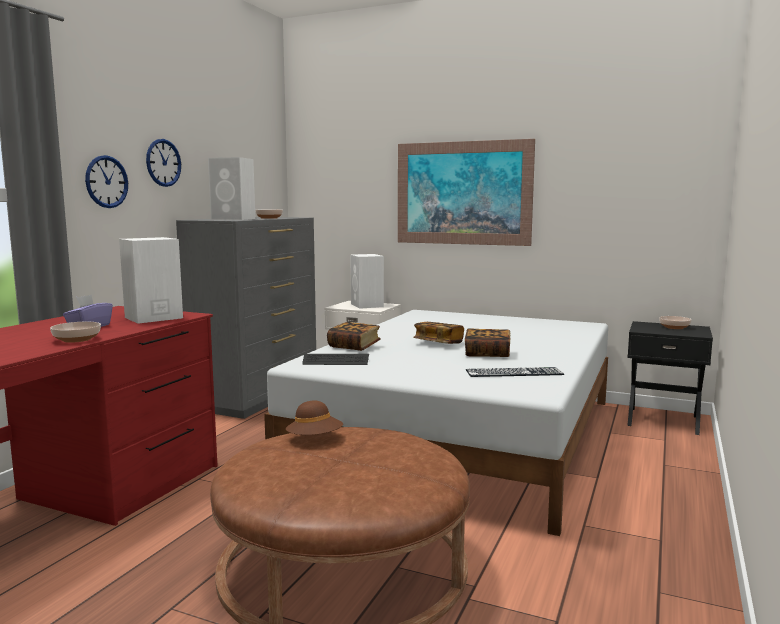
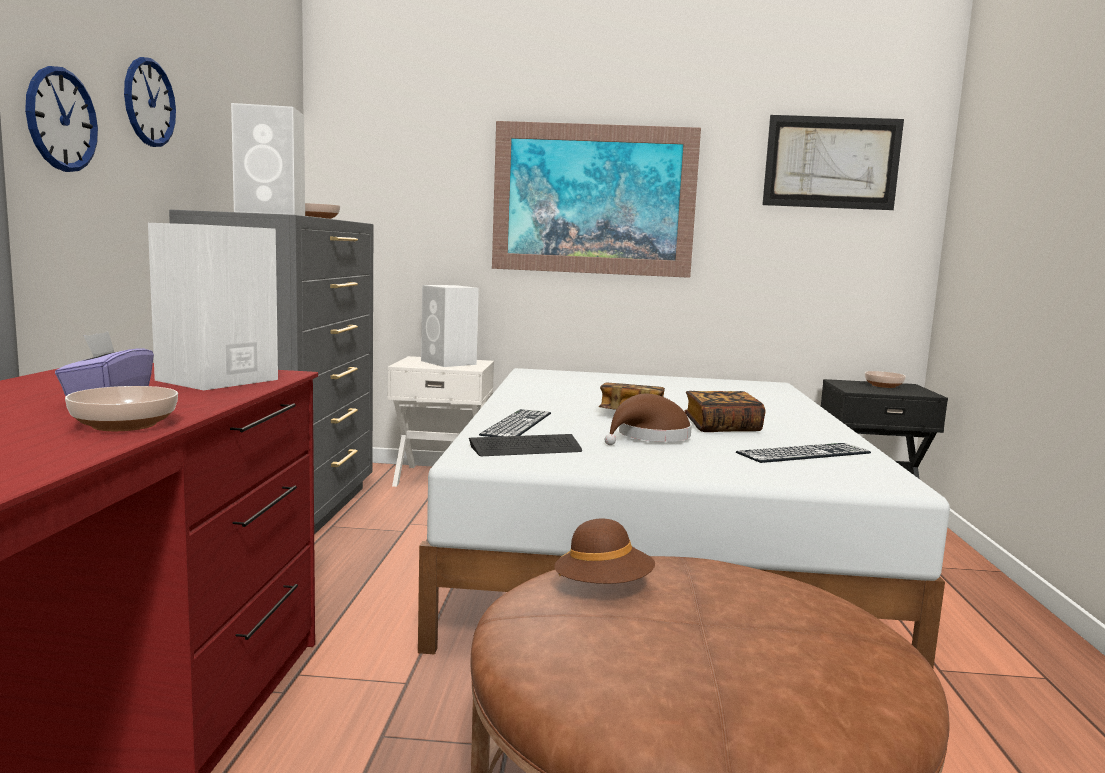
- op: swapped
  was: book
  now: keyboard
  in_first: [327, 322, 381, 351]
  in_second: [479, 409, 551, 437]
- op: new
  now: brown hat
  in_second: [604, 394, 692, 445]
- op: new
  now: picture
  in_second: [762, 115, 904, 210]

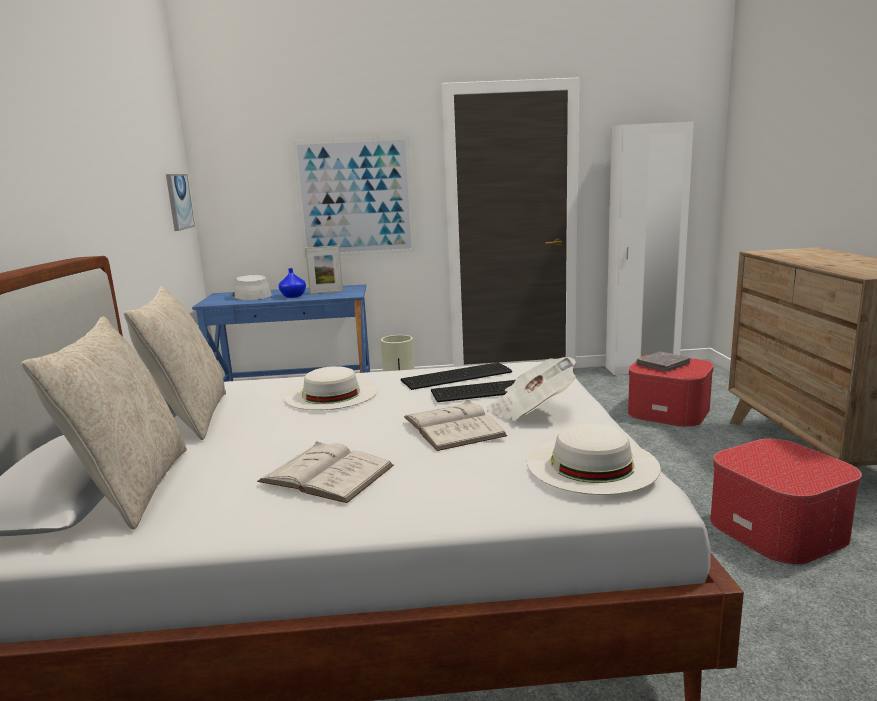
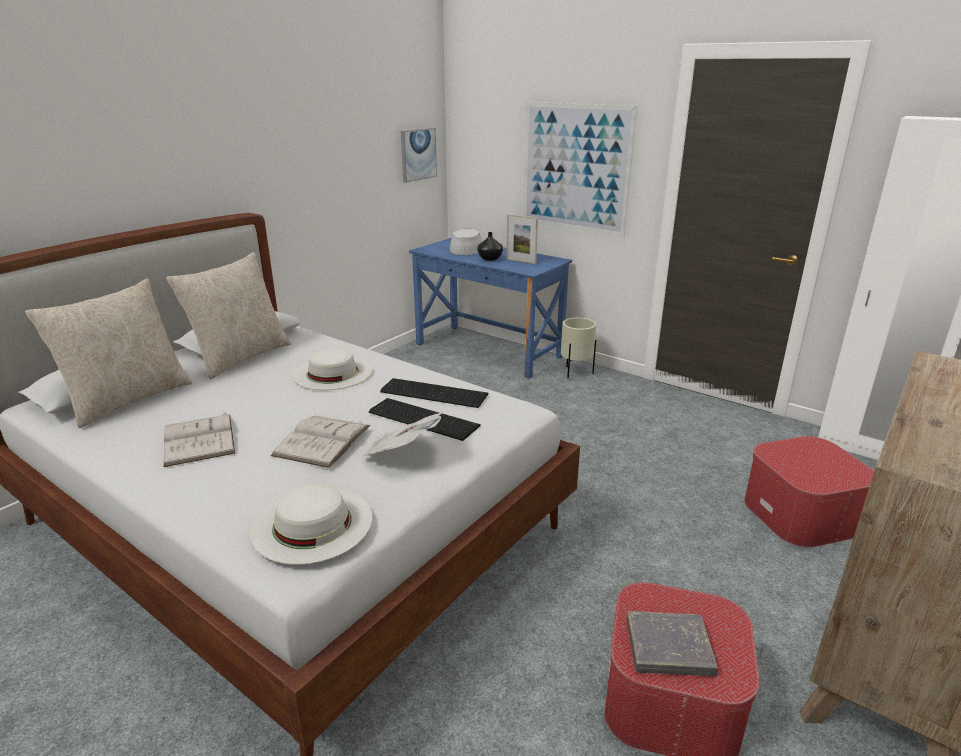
- op: repainted
  was: blue vase
  now: black vase
  in_first: [279, 268, 306, 298]
  in_second: [477, 232, 503, 261]
- op: shifted
  was: grey book
  in_first: [636, 351, 690, 372]
  in_second: [626, 611, 718, 676]

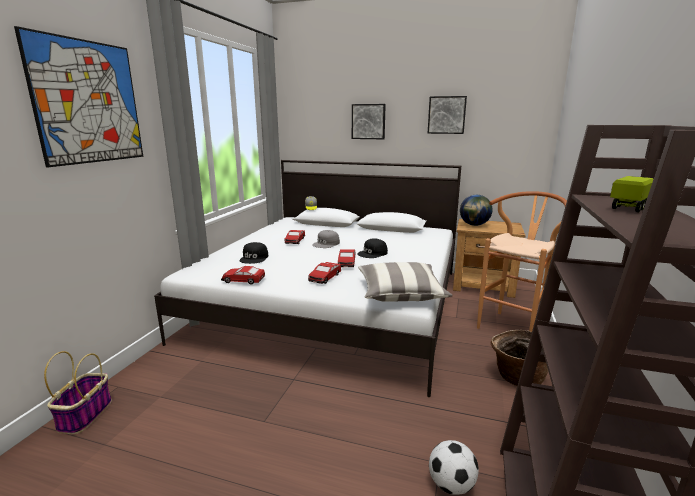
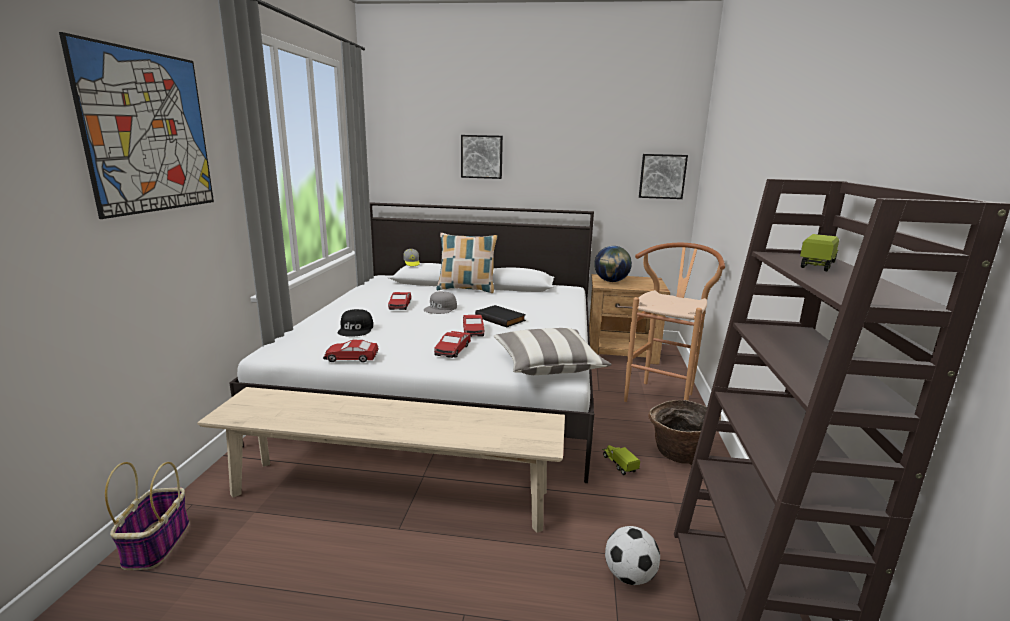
- op: swapped
  was: black cap
  now: black book
  in_first: [357, 239, 388, 258]
  in_second: [475, 305, 526, 327]
- op: shifted
  was: picture
  in_first: [427, 96, 467, 134]
  in_second: [639, 154, 688, 199]
- op: new
  now: beige bench
  in_second: [197, 387, 565, 533]
- op: new
  now: pillow
  in_second: [436, 233, 498, 293]
- op: new
  now: toy truck
  in_second: [602, 445, 640, 475]

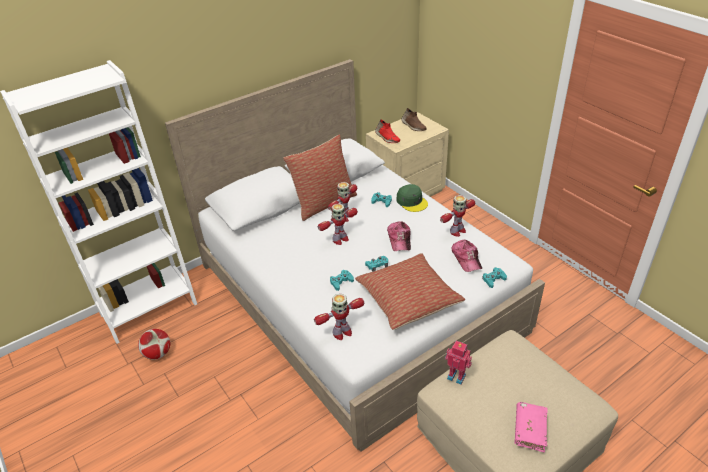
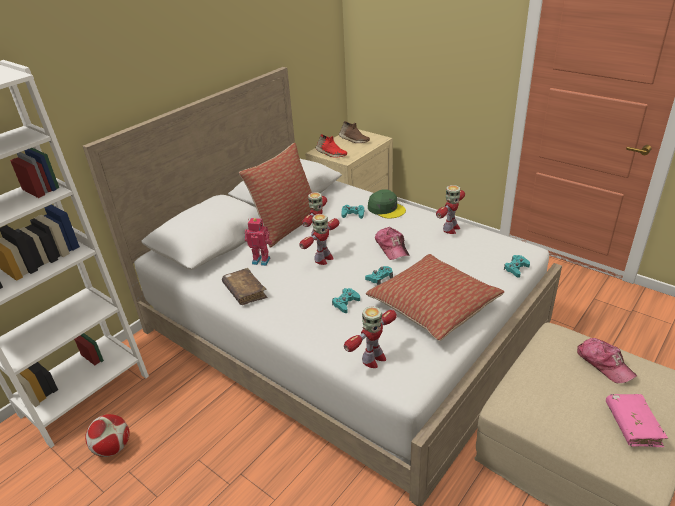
- op: shifted
  was: toy robot
  in_first: [445, 341, 472, 385]
  in_second: [244, 218, 272, 266]
- op: shifted
  was: cap
  in_first: [452, 240, 482, 272]
  in_second: [577, 338, 637, 383]
- op: new
  now: brown book
  in_second: [222, 268, 267, 305]

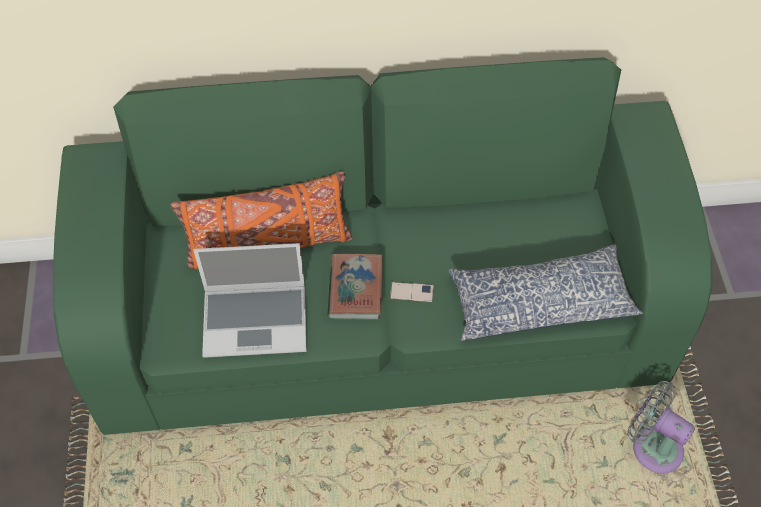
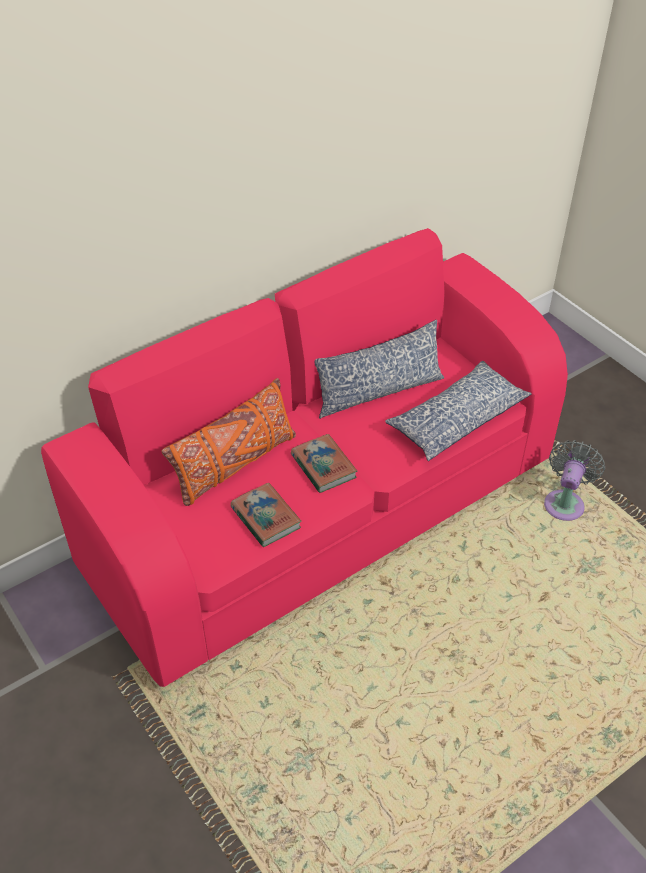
- op: repainted
  was: green sofa
  now: pink sofa
  in_first: [53, 57, 712, 435]
  in_second: [41, 228, 568, 687]
- op: swapped
  was: laptop
  now: book
  in_first: [193, 243, 306, 358]
  in_second: [230, 483, 302, 547]
- op: gone
  was: phone
  in_first: [390, 282, 434, 302]
- op: rotated
  was: grey fan
  in_first: [627, 381, 695, 473]
  in_second: [544, 440, 605, 521]
  clockwise: 105
- op: new
  now: pillow
  in_second: [314, 320, 445, 419]

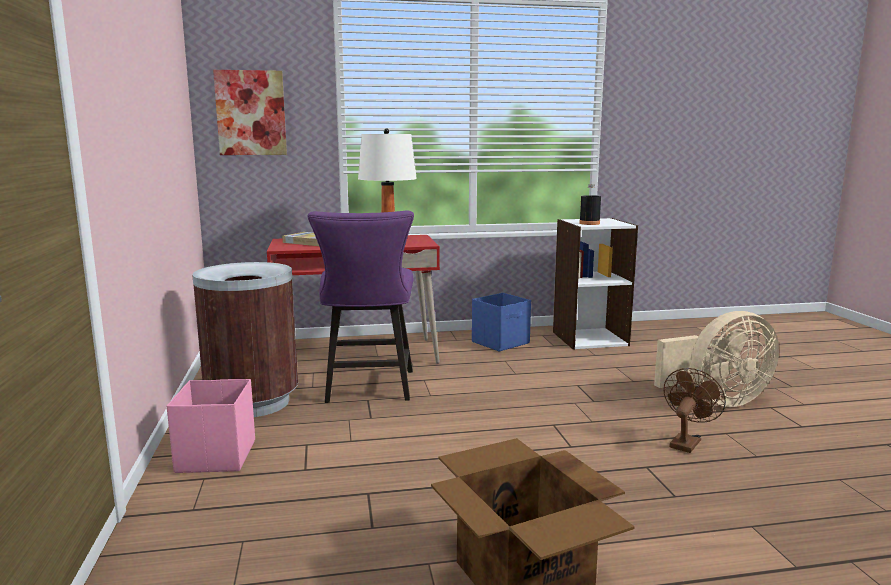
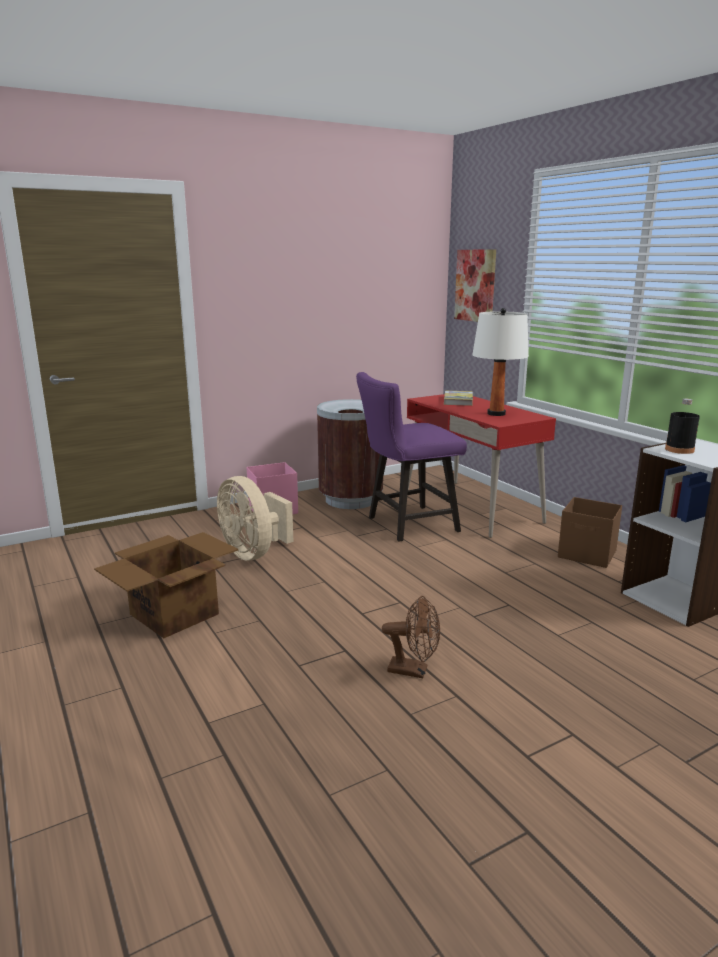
- op: repainted
  was: blue storage box
  now: brown storage box
  in_first: [472, 293, 531, 352]
  in_second: [558, 497, 622, 568]
- op: shifted
  was: beige fan
  in_first: [654, 311, 779, 407]
  in_second: [217, 476, 293, 561]

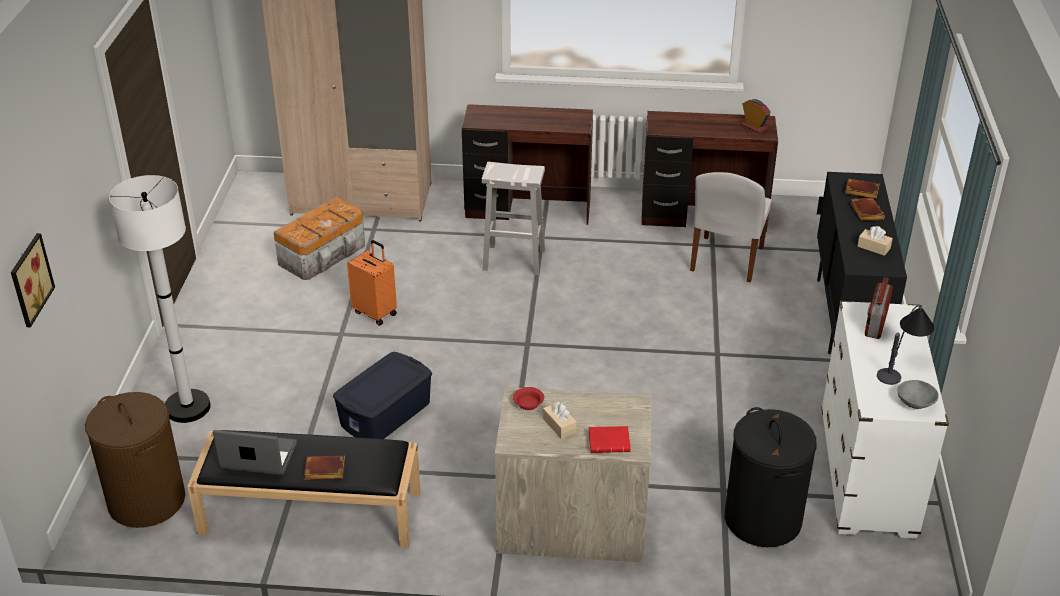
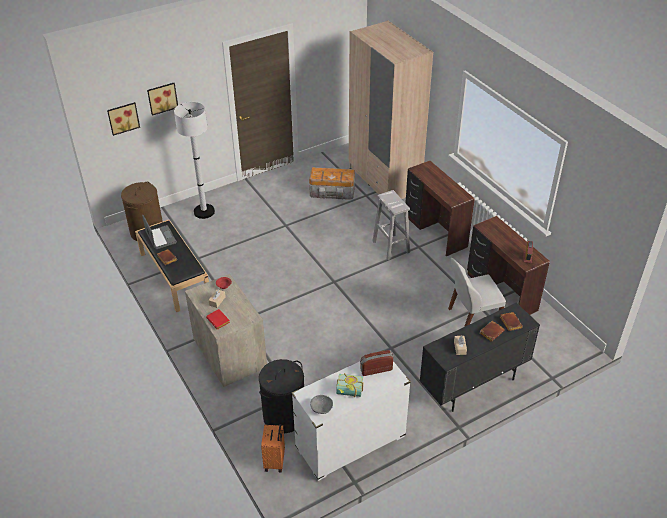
- op: gone
  was: blue storage box
  in_first: [333, 352, 432, 439]
- op: shifted
  was: orange suitcase
  in_first: [347, 240, 397, 326]
  in_second: [261, 424, 285, 473]
- op: swapped
  was: table lamp
  now: book
  in_first: [877, 305, 934, 385]
  in_second: [336, 373, 363, 397]
- op: new
  now: picture
  in_second: [147, 83, 178, 116]

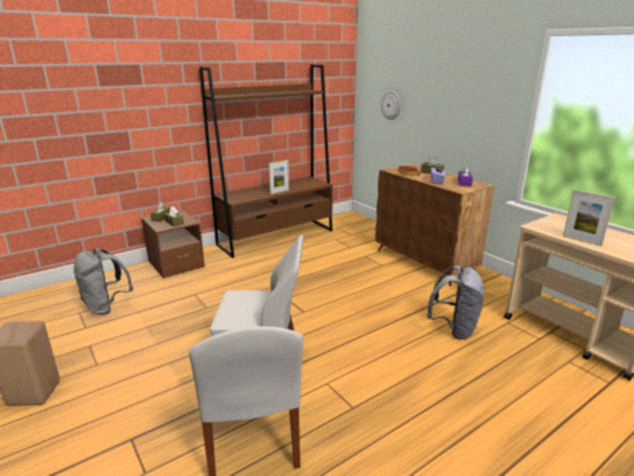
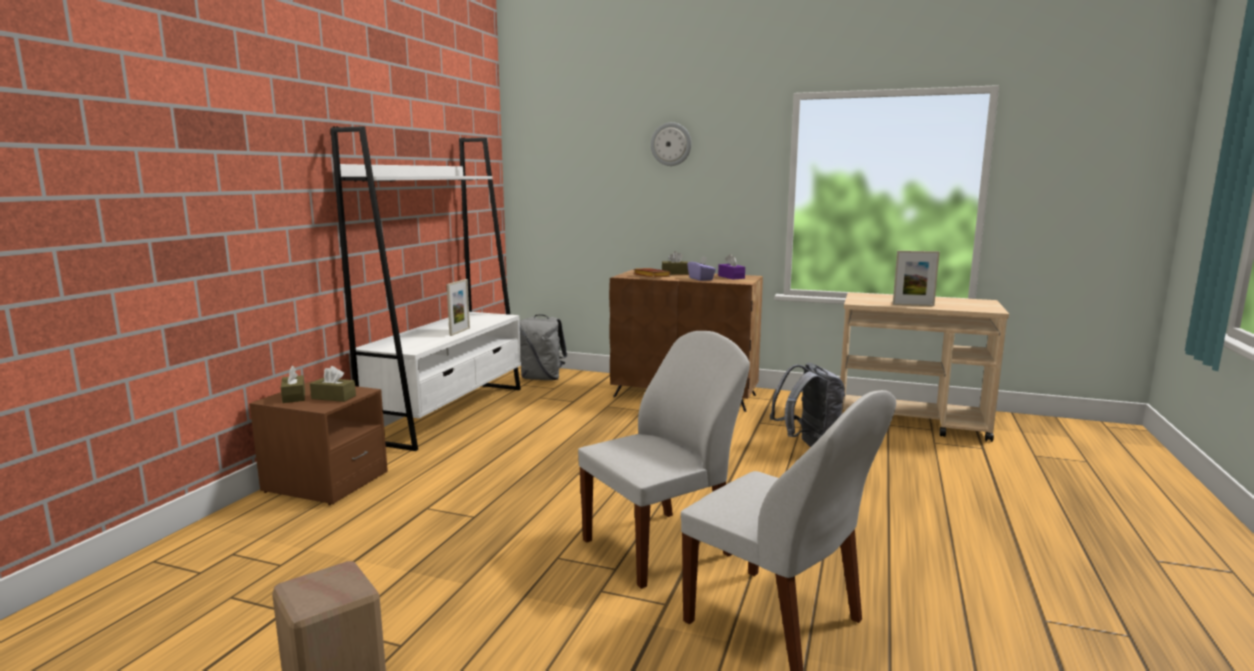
- op: shifted
  was: grey backpack
  in_first: [74, 248, 133, 314]
  in_second: [520, 314, 567, 380]
- op: repainted
  was: brown bookcase
  now: white bookcase
  in_first: [199, 64, 333, 258]
  in_second: [330, 126, 521, 451]
- op: shifted
  was: wall clock
  in_first: [381, 91, 401, 120]
  in_second: [651, 122, 691, 166]

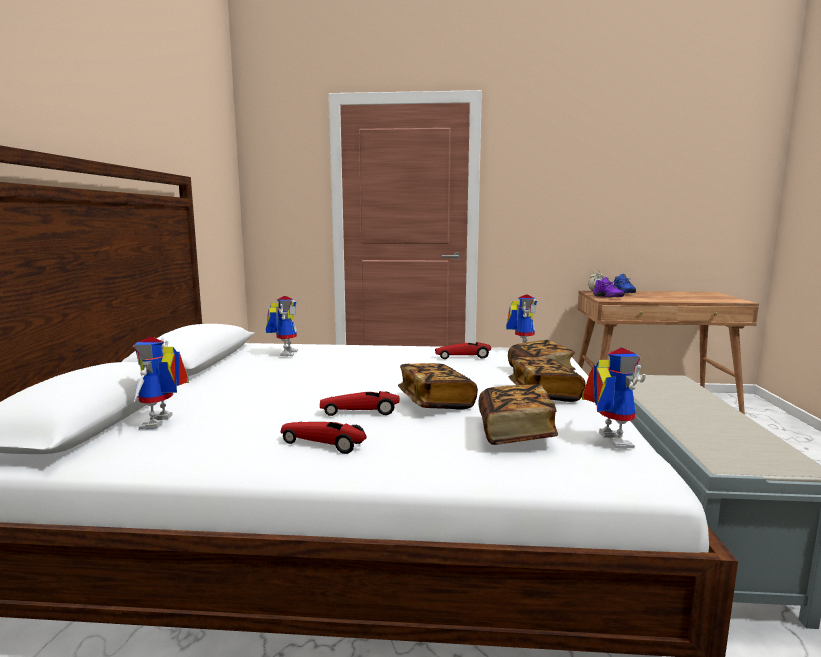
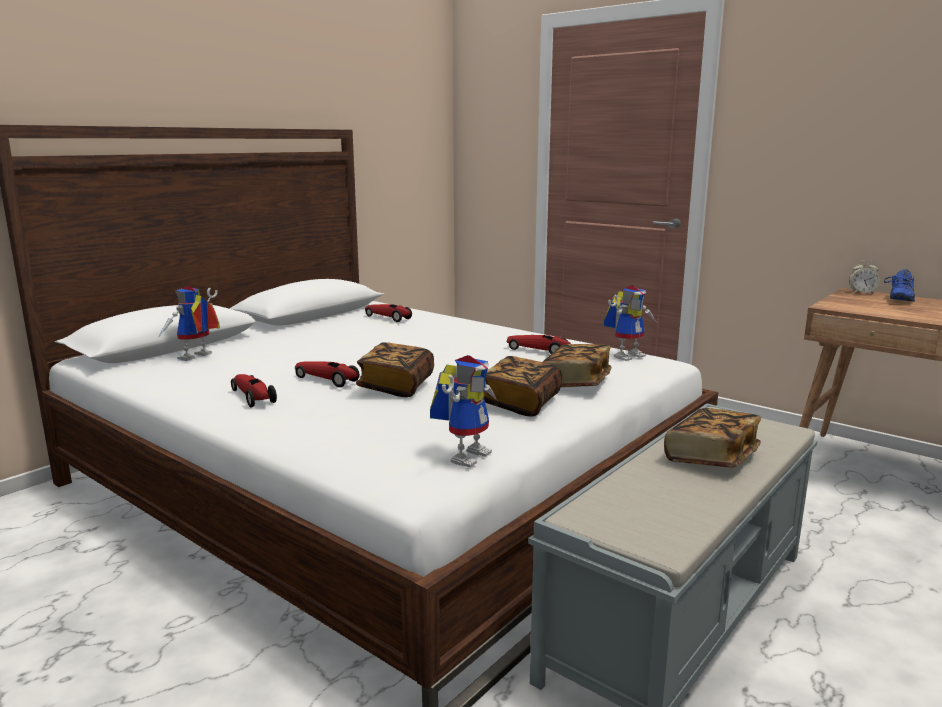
- op: swapped
  was: toy robot
  now: toy car
  in_first: [266, 296, 298, 356]
  in_second: [365, 304, 412, 322]
- op: shifted
  was: book
  in_first: [478, 384, 558, 445]
  in_second: [664, 408, 761, 468]
- op: gone
  was: purple shoe
  in_first: [593, 277, 625, 297]

